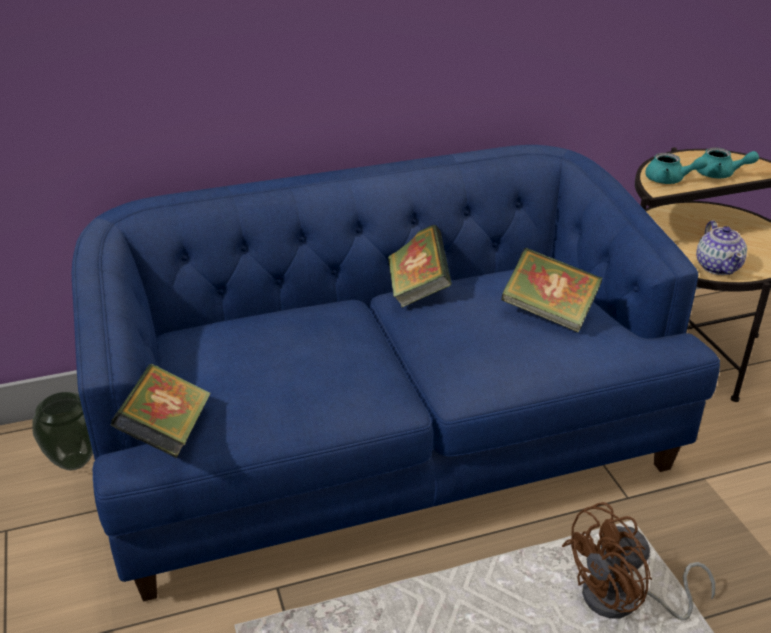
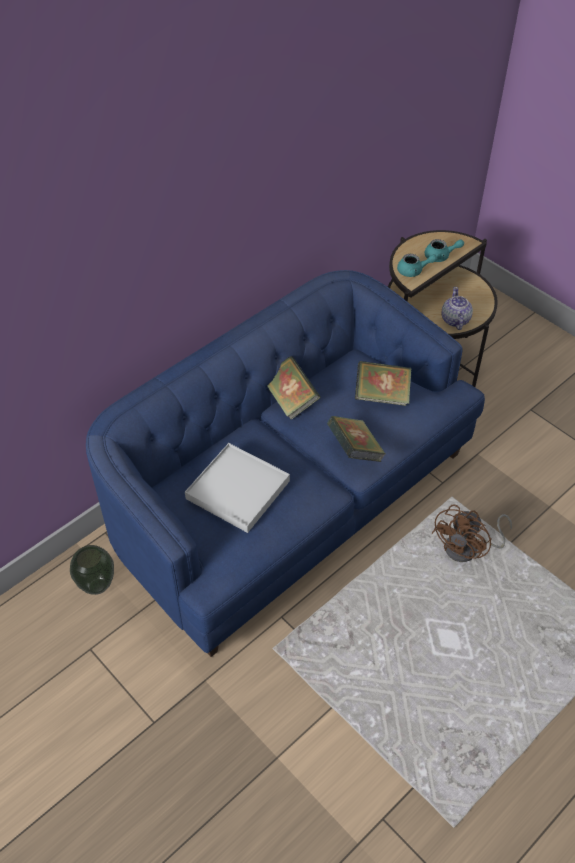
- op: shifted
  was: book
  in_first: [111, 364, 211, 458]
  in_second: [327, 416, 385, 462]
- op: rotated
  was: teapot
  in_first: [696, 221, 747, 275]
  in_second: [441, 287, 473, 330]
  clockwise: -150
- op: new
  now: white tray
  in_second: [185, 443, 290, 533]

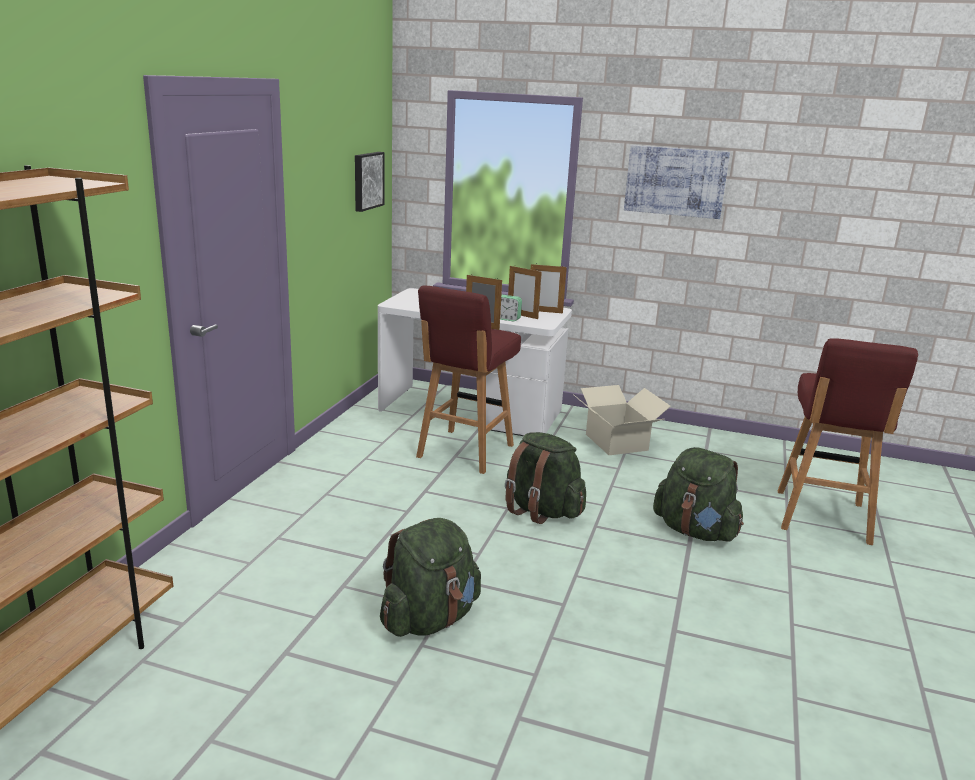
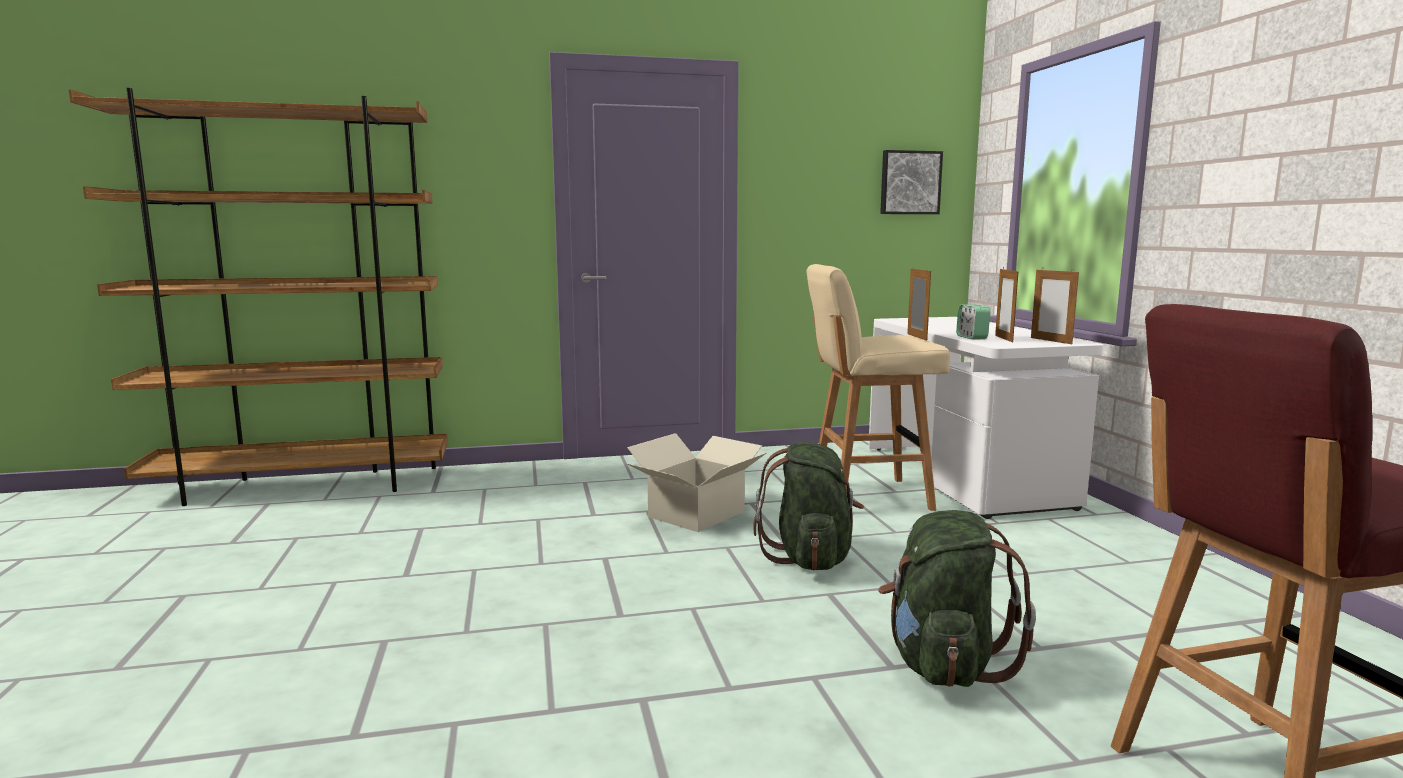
- op: gone
  was: green backpack
  in_first: [380, 518, 481, 637]
- op: repainted
  was: red stool
  now: beige stool
  in_first: [416, 286, 521, 474]
  in_second: [806, 264, 950, 511]
- op: shifted
  was: cardboard box
  in_first: [574, 385, 671, 455]
  in_second: [626, 433, 767, 532]
- op: gone
  was: picture
  in_first: [624, 145, 730, 219]

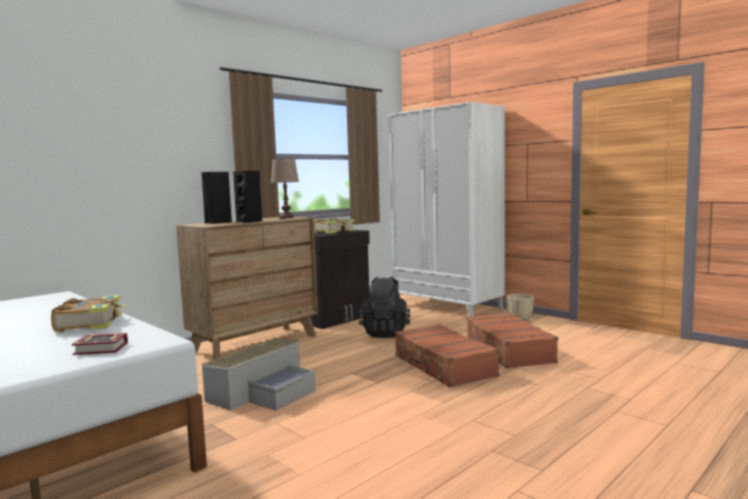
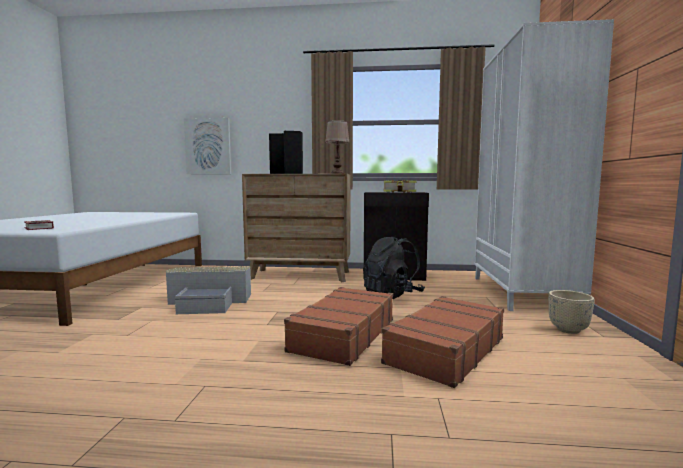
- op: gone
  was: book
  in_first: [51, 295, 125, 332]
- op: new
  now: picture
  in_second: [184, 118, 231, 174]

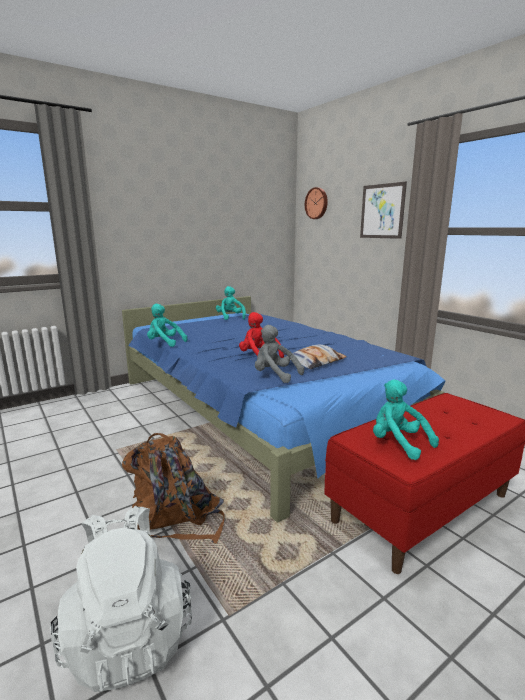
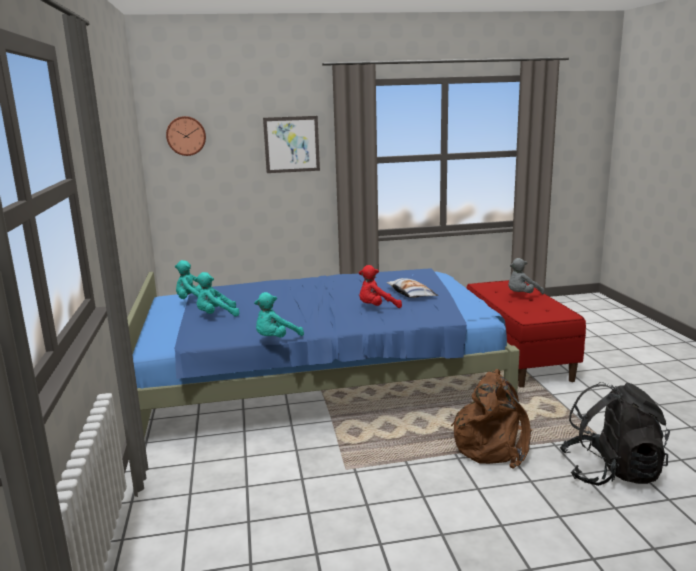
- op: repainted
  was: white backpack
  now: black backpack
  in_first: [50, 506, 192, 692]
  in_second: [560, 382, 670, 486]
- op: shifted
  was: grey plush toy
  in_first: [255, 325, 304, 383]
  in_second: [508, 258, 544, 294]
- op: shifted
  was: turquoise plush toy
  in_first: [373, 379, 439, 460]
  in_second: [194, 272, 239, 316]

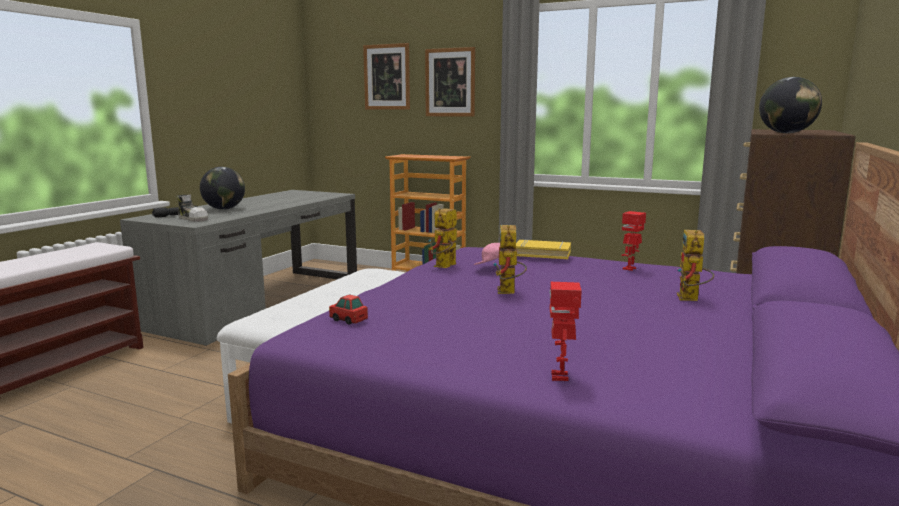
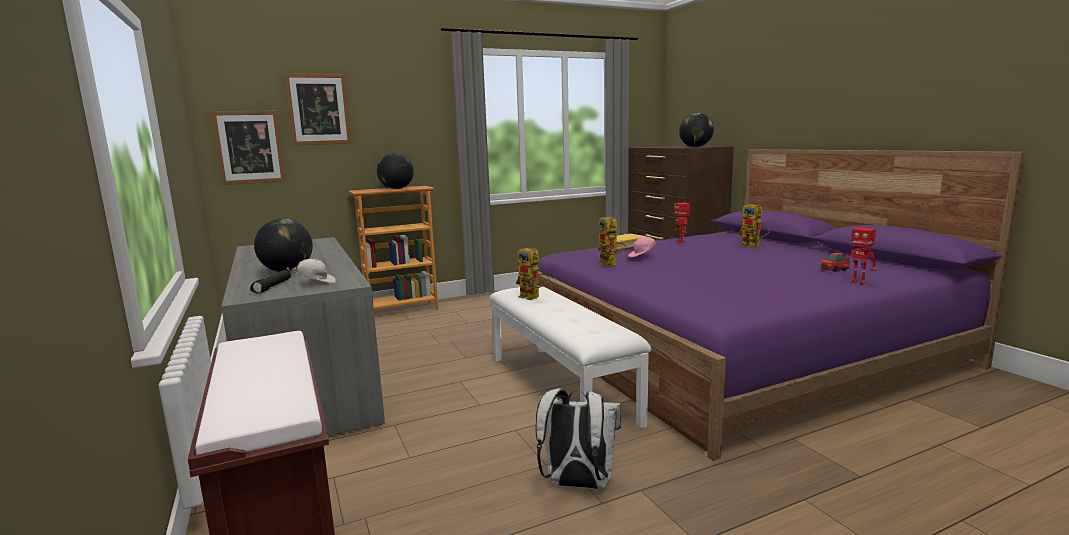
- op: swapped
  was: shoe
  now: white cap
  in_first: [177, 195, 208, 222]
  in_second: [287, 259, 336, 283]
- op: shifted
  was: toy car
  in_first: [329, 294, 368, 325]
  in_second: [821, 253, 850, 272]
- op: shifted
  was: picture
  in_first: [425, 47, 475, 117]
  in_second: [211, 111, 285, 185]
- op: shifted
  was: toy robot
  in_first: [493, 225, 527, 294]
  in_second: [516, 248, 550, 300]
- op: new
  now: globe
  in_second: [377, 153, 414, 189]
- op: new
  now: white backpack
  in_second: [536, 388, 621, 489]

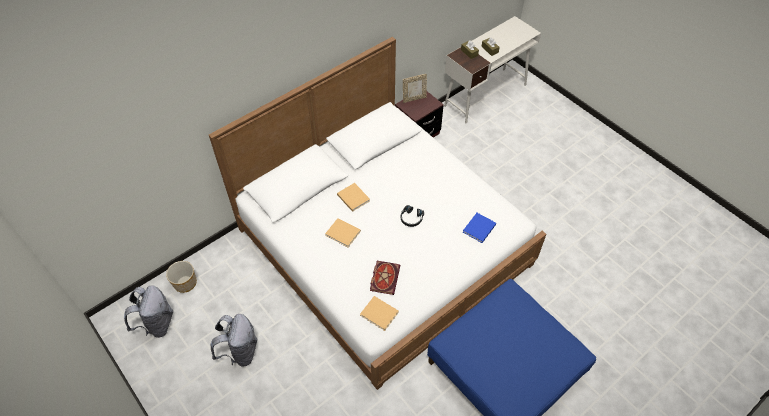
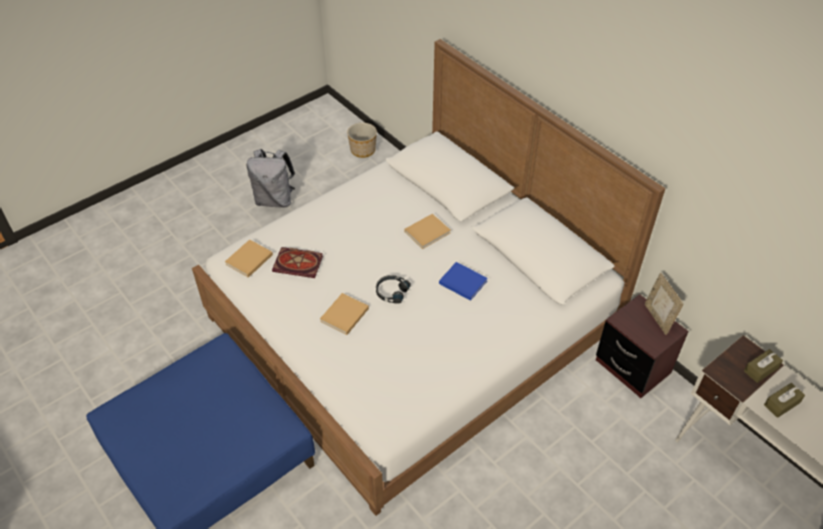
- op: gone
  was: grey backpack
  in_first: [124, 285, 173, 338]
- op: shifted
  was: beige book
  in_first: [325, 218, 361, 247]
  in_second: [320, 293, 369, 335]
- op: shifted
  was: blue book
  in_first: [463, 213, 496, 243]
  in_second: [439, 262, 488, 301]

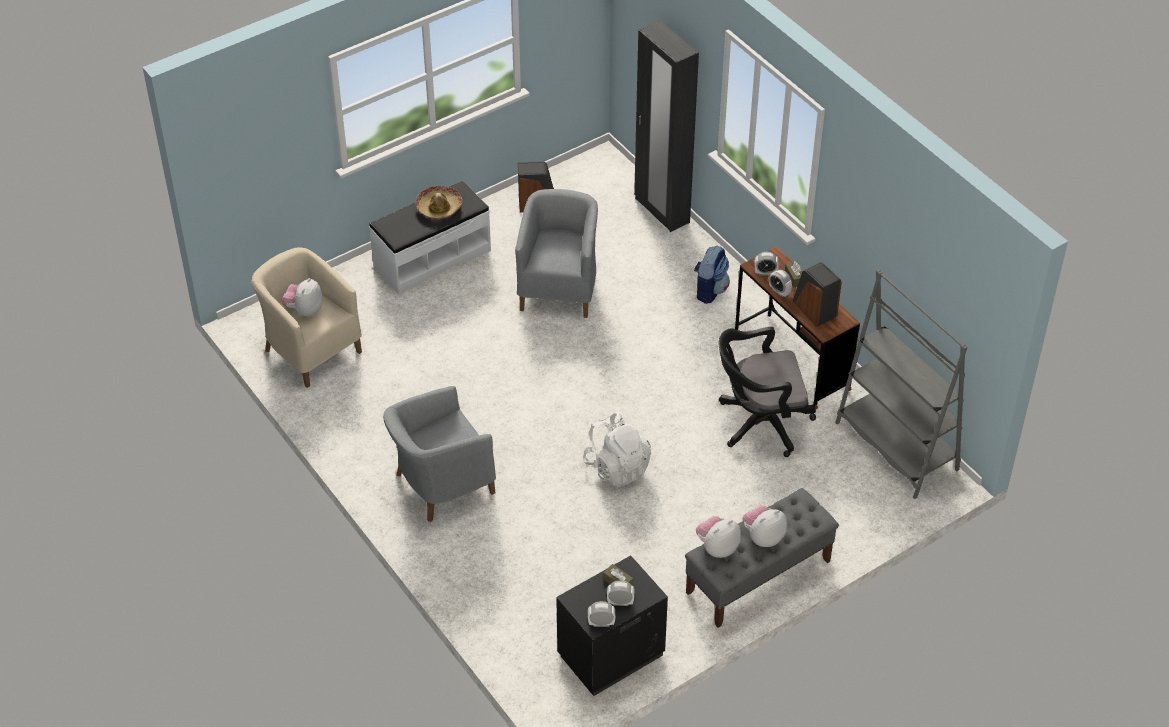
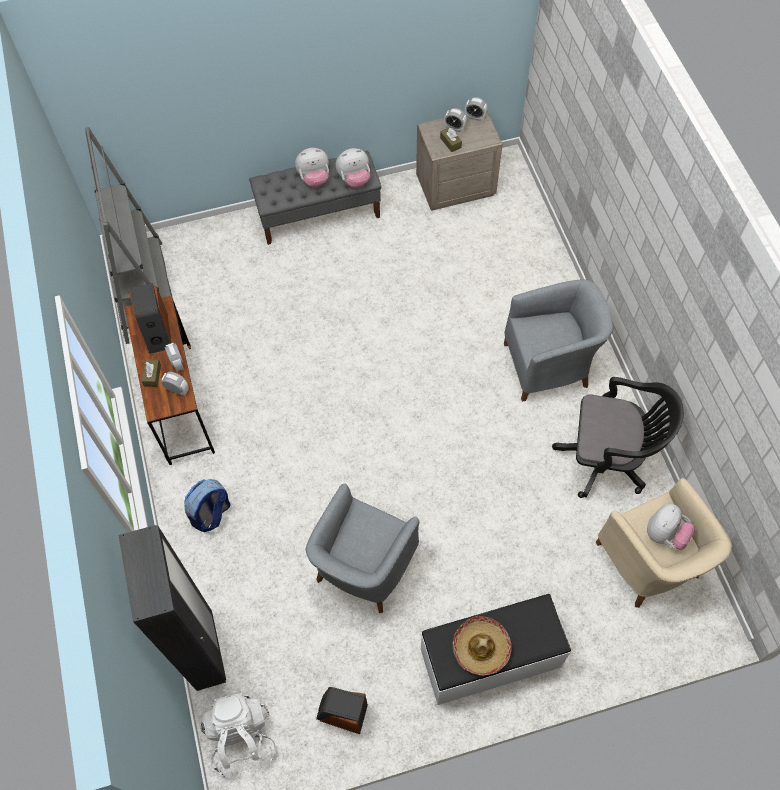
- op: repainted
  was: black nightstand
  now: beige nightstand
  in_first: [556, 555, 668, 696]
  in_second: [416, 111, 503, 211]
- op: shifted
  was: white backpack
  in_first: [583, 412, 651, 487]
  in_second: [201, 692, 276, 779]
- op: shifted
  was: black office chair
  in_first: [719, 327, 816, 457]
  in_second: [552, 377, 684, 498]

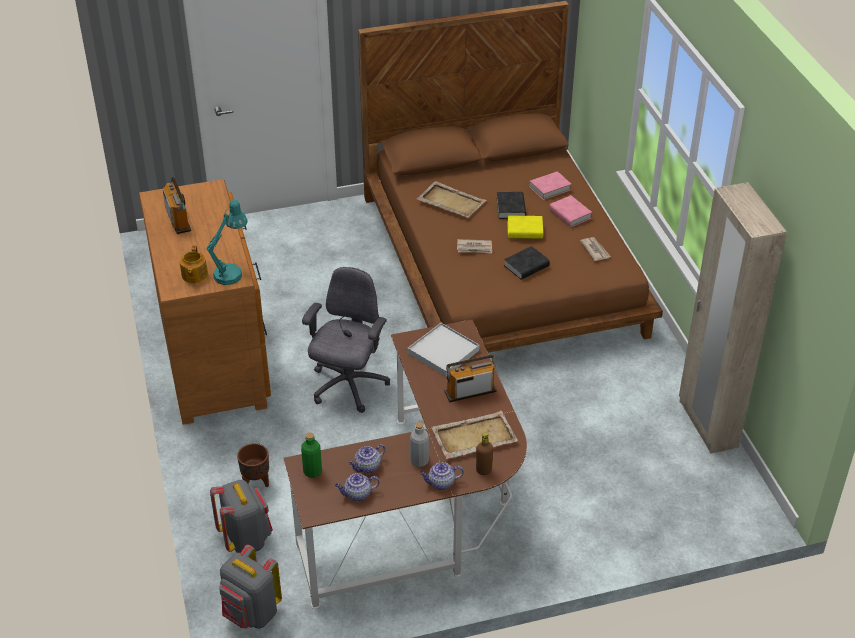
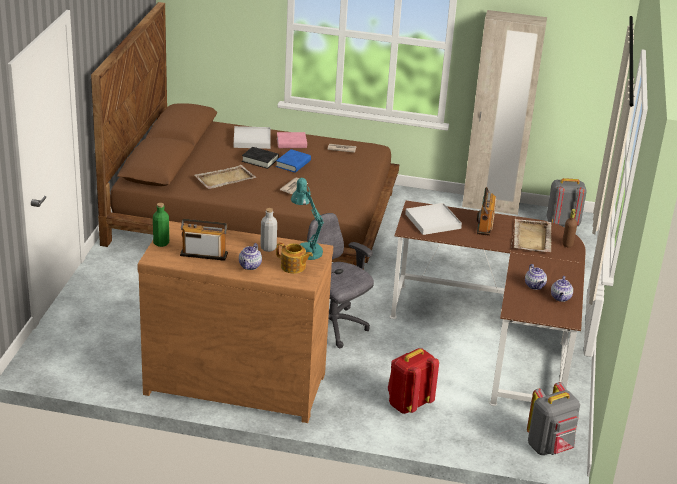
- op: shifted
  was: grey backpack
  in_first: [210, 480, 273, 553]
  in_second: [546, 178, 587, 226]
- op: swapped
  was: brown planter
  now: red backpack
  in_first: [237, 443, 269, 487]
  in_second: [388, 348, 439, 414]
- op: shifted
  was: green bottle
  in_first: [301, 433, 322, 478]
  in_second: [153, 203, 169, 247]
- op: shifted
  was: grey bottle
  in_first: [410, 422, 429, 467]
  in_second: [260, 208, 277, 252]
- op: shifted
  was: teapot
  in_first: [420, 462, 464, 490]
  in_second: [239, 243, 262, 270]
- op: gone
  was: black book
  in_first: [504, 246, 550, 280]
- op: repainted
  was: yellow book
  now: blue book
  in_first: [507, 215, 543, 239]
  in_second: [276, 149, 311, 173]
- op: swapped
  was: pink book
  now: white tray
  in_first: [529, 171, 571, 200]
  in_second: [234, 126, 271, 149]

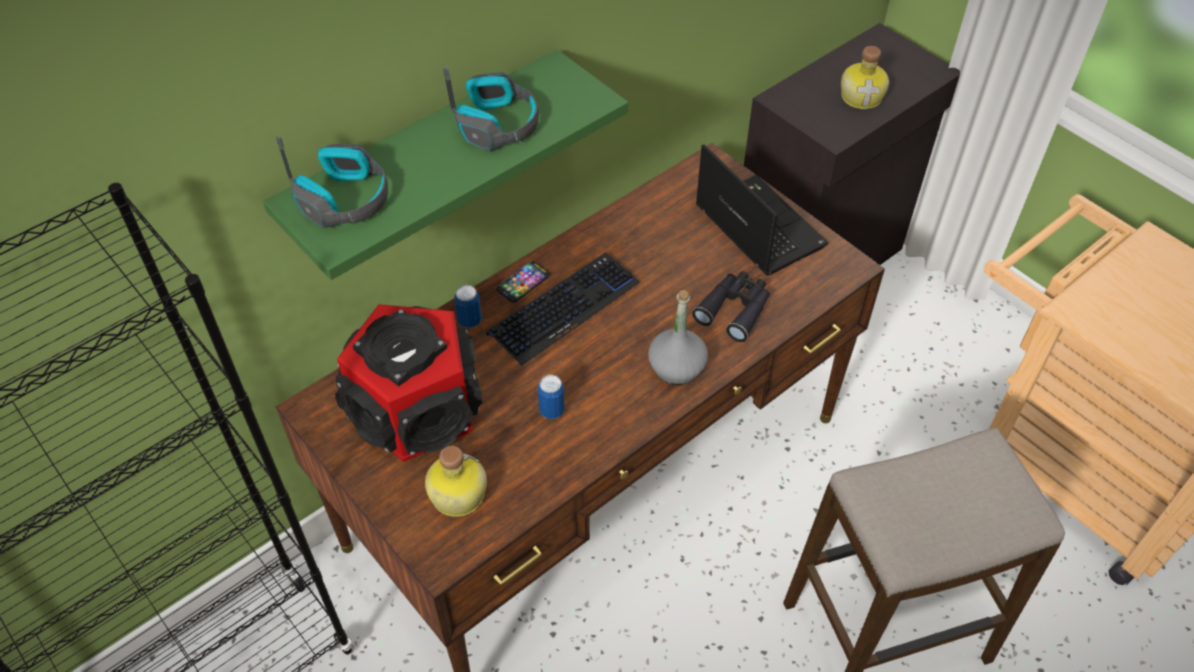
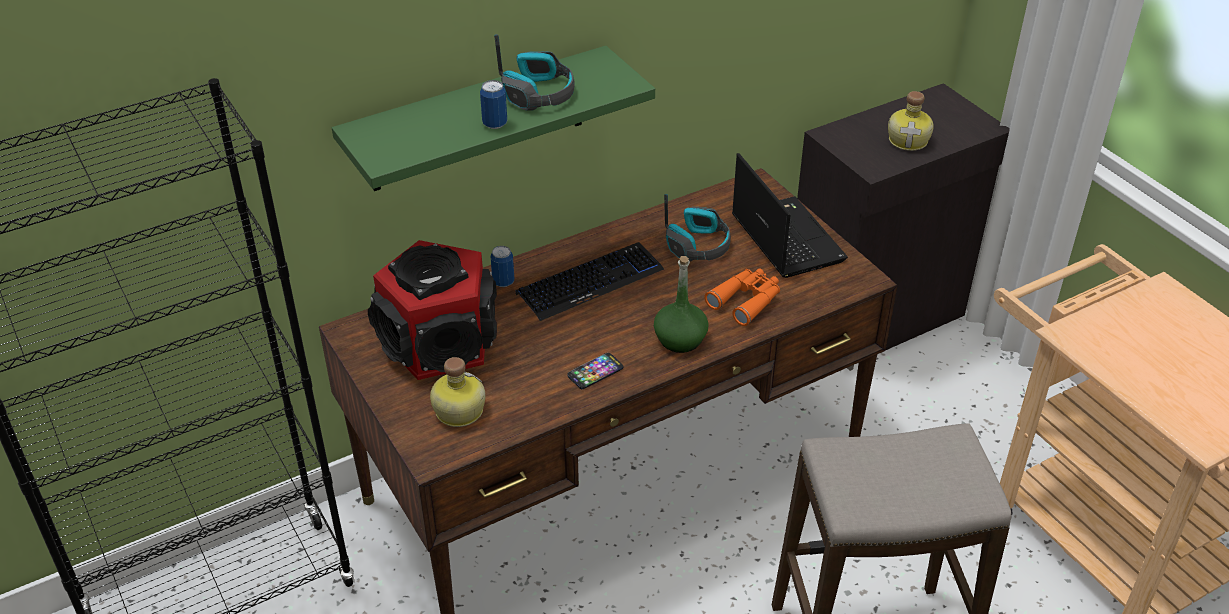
- op: shifted
  was: headphones
  in_first: [276, 136, 388, 228]
  in_second: [664, 194, 731, 262]
- op: shifted
  was: phone
  in_first: [496, 261, 550, 303]
  in_second: [567, 353, 624, 389]
- op: shifted
  was: can
  in_first: [538, 374, 565, 419]
  in_second: [480, 80, 507, 129]
- op: repainted
  was: grey bottle
  now: green bottle
  in_first: [648, 290, 708, 385]
  in_second: [654, 256, 709, 353]
- op: repainted
  was: black binoculars
  now: orange binoculars
  in_first: [692, 271, 770, 342]
  in_second: [704, 268, 780, 326]

